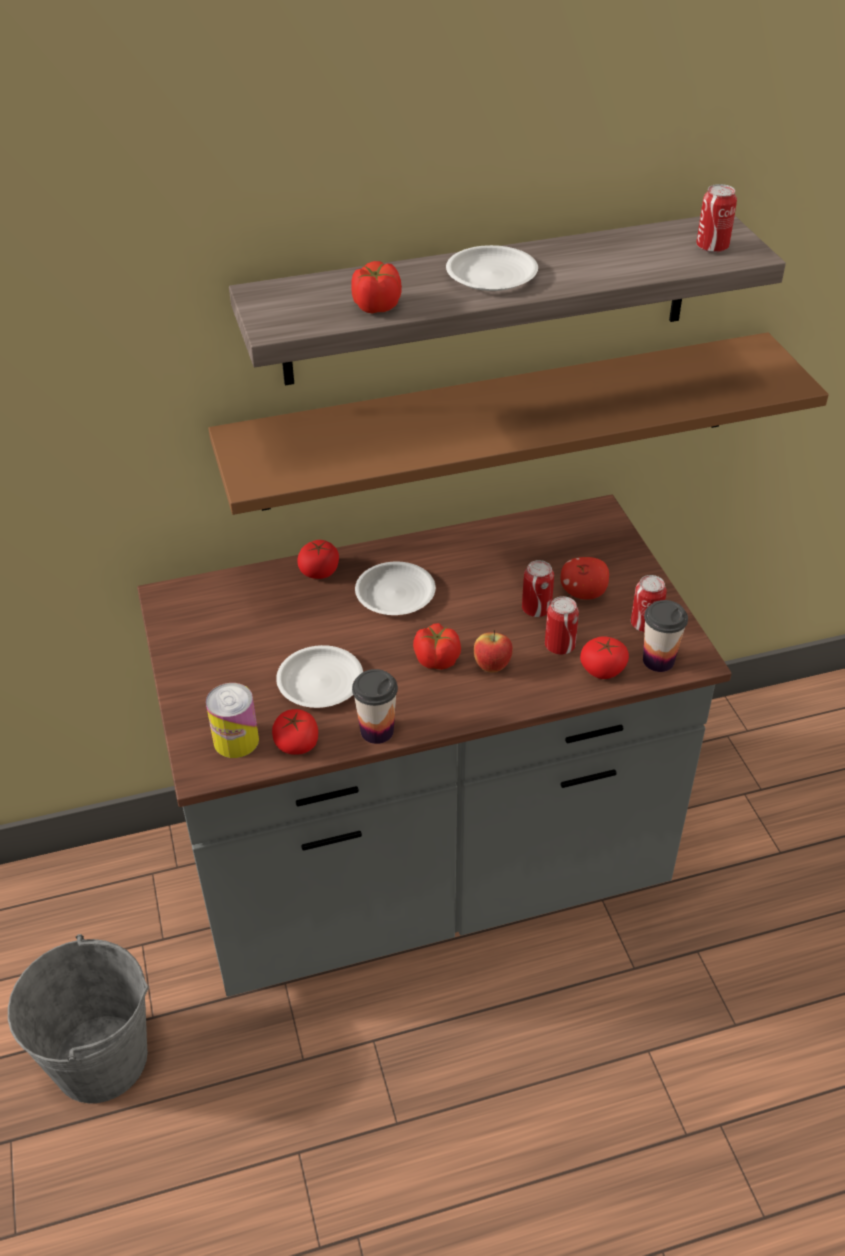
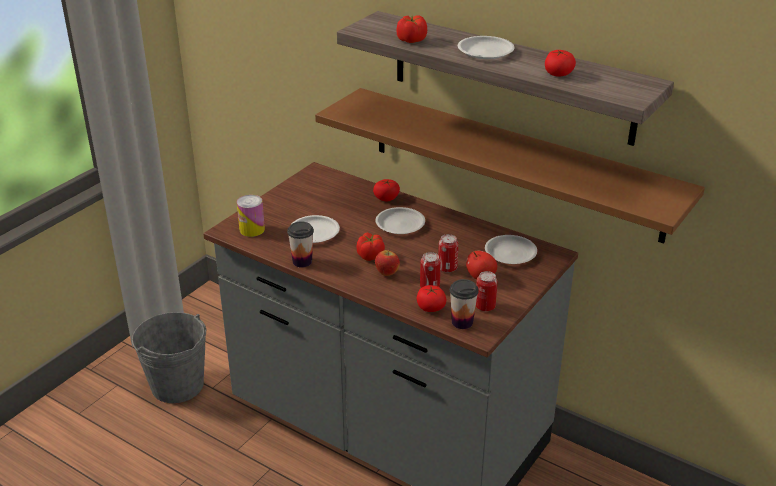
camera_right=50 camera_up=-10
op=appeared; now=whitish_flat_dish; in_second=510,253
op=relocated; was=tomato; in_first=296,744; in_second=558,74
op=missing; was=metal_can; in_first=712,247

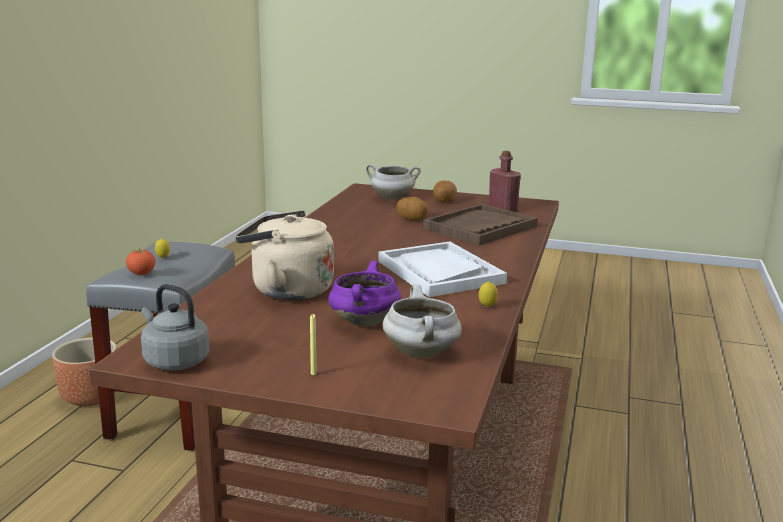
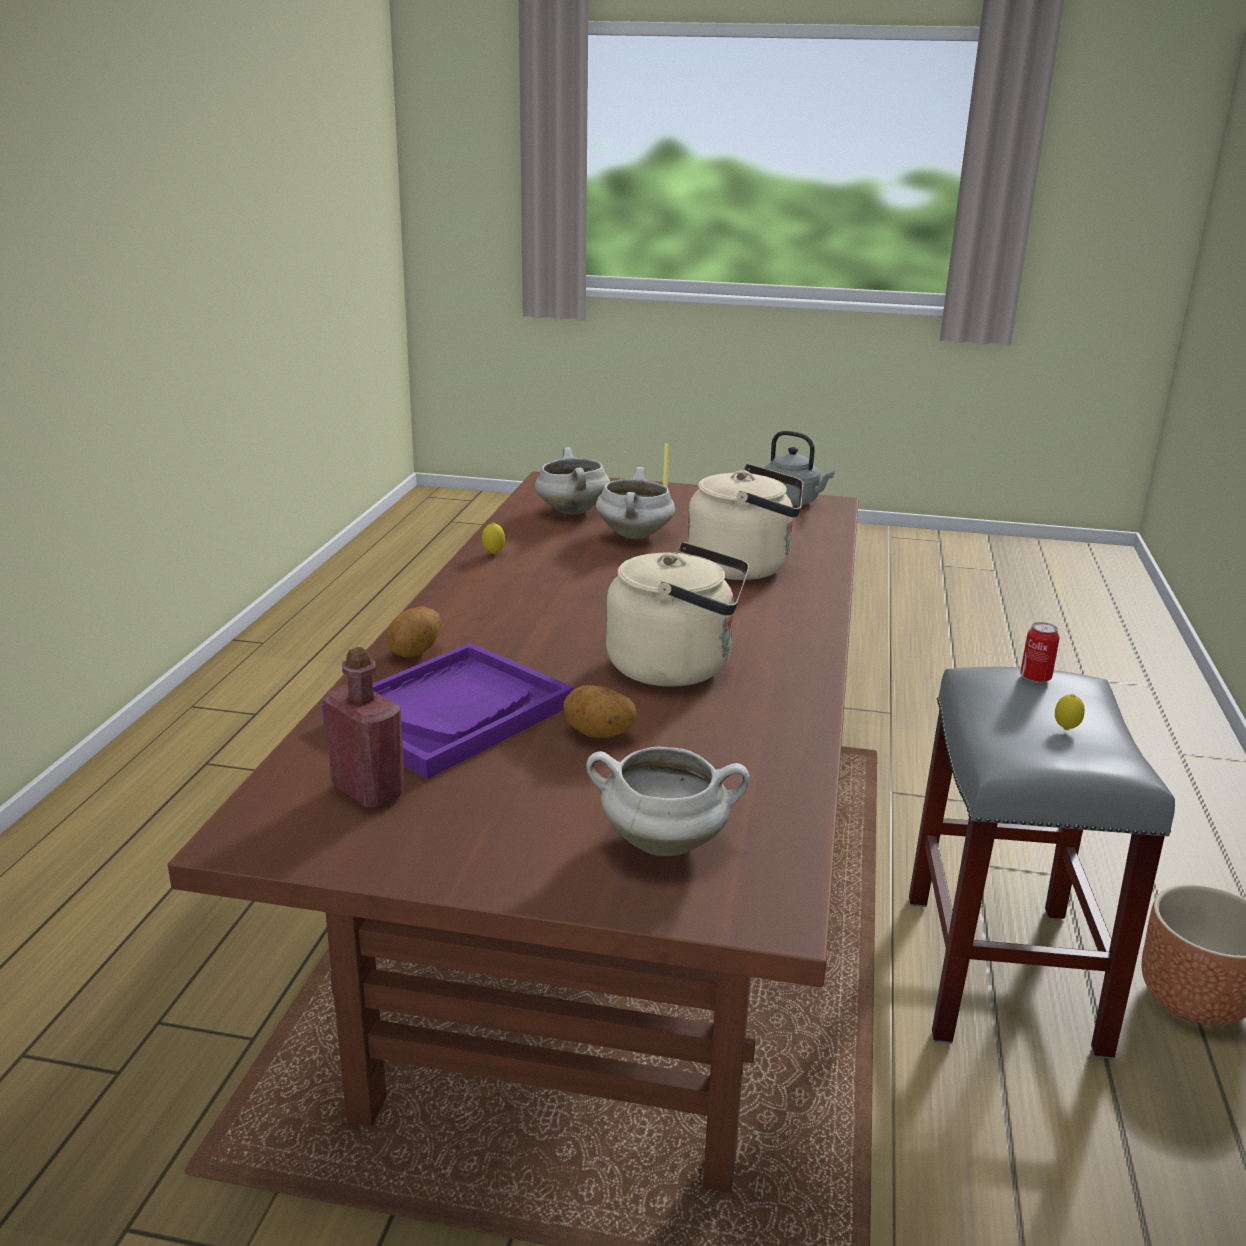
camera_right=175 camera_up=5
op=colour; was=brownish_carrying_tray; now=purplish_carrying_tray; in_first=480,227; in_second=451,712
op=relocated; was=potato; in_first=444,202; in_second=416,652
op=colour; was=purplish_saucepot; now=whitish_saucepot; in_first=364,321; in_second=635,535
op=appeared; now=sand-coloured_tea_kettle; in_second=677,667
op=exchanged; was=tomato; now=metal_can; in_first=141,274; in_second=1035,677
op=missing; was=whitish_carrying_tray; in_first=439,272

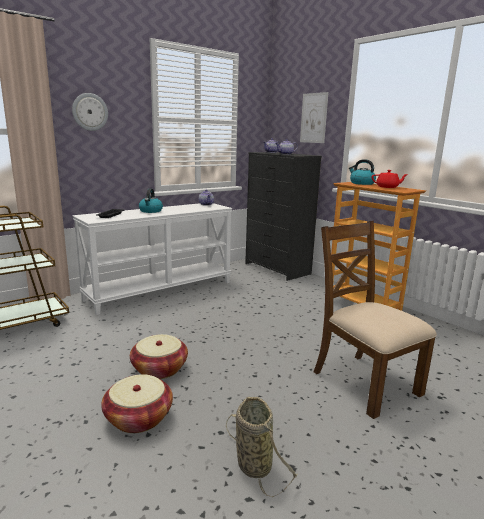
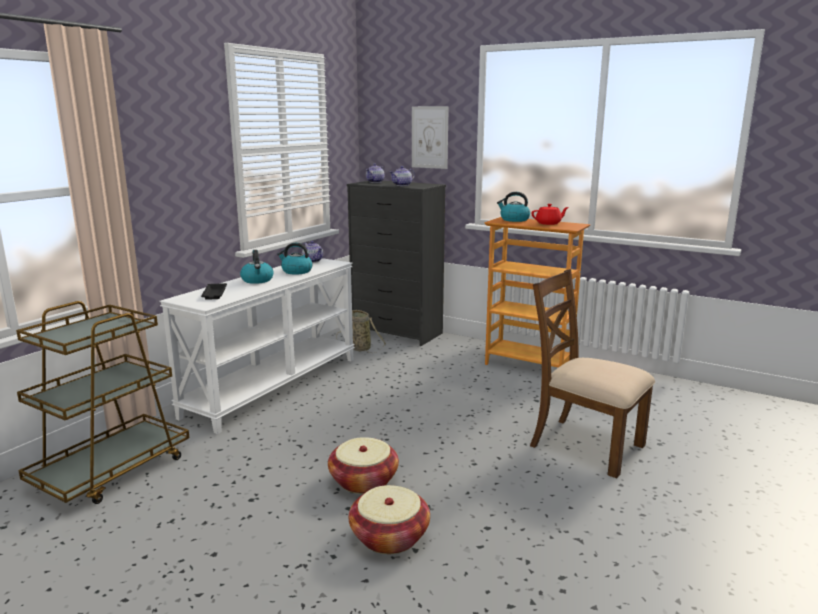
camera_right=-20 camera_up=0
op=appeared; now=tea_kettle; in_second=296,271
op=relocated; was=basket; in_first=252,463; in_second=359,348
op=missing; was=wall_clock; in_first=90,112

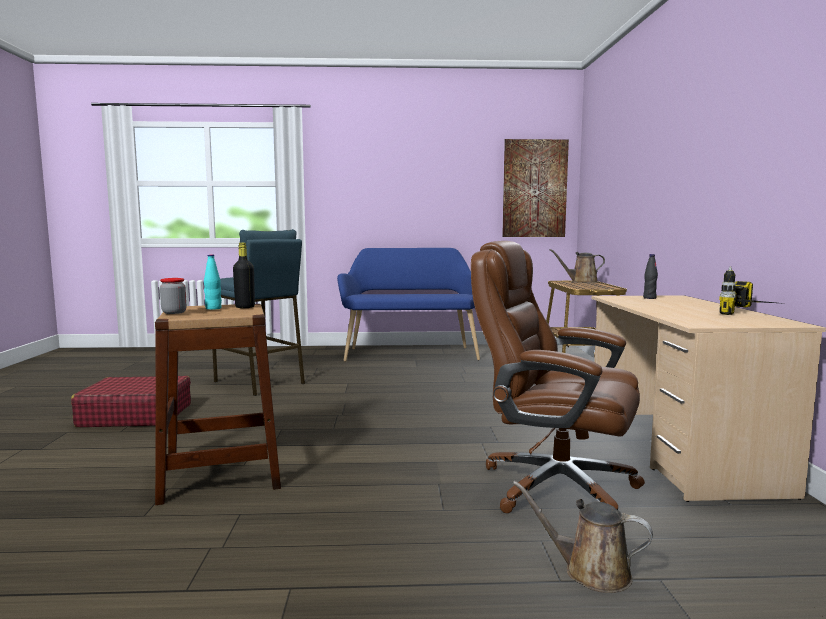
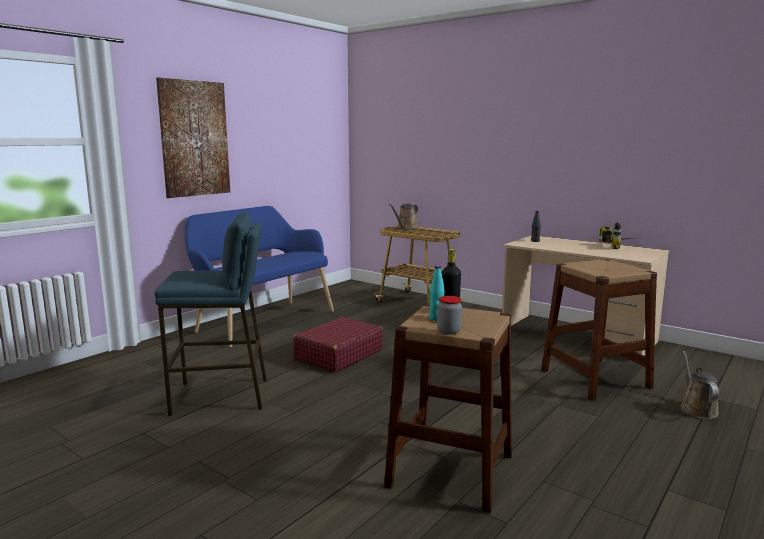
camera_right=-50 camera_up=5
op=relocated; was=picture; in_first=534,188; in_second=194,139
op=relocated; was=reddish_travel_case; in_first=135,415; in_second=338,355
op=exchanged; was=brownish_desk_chair; now=brownish_stool_seat; in_first=554,486; in_second=595,379
op=spun; was=brownish_watering_can; in_first=590,572; in_second=697,409; clockwise=120

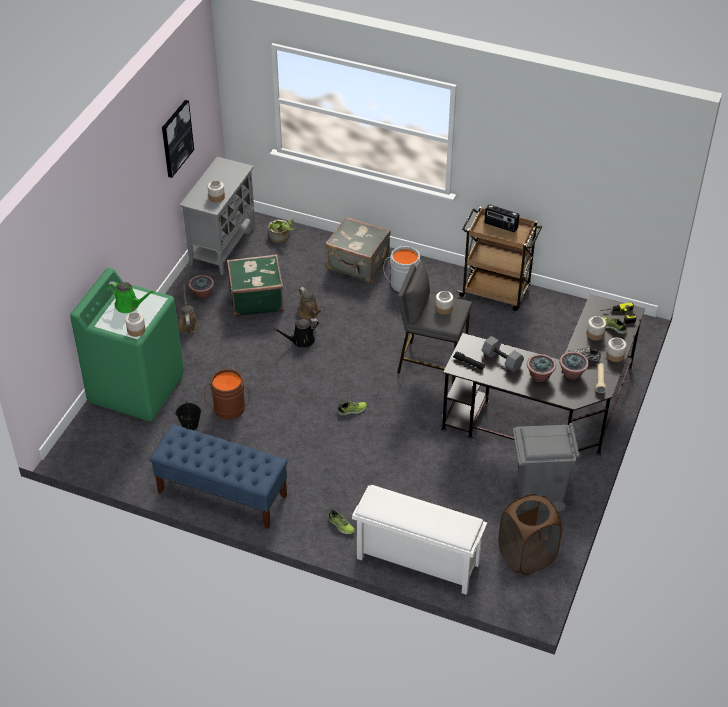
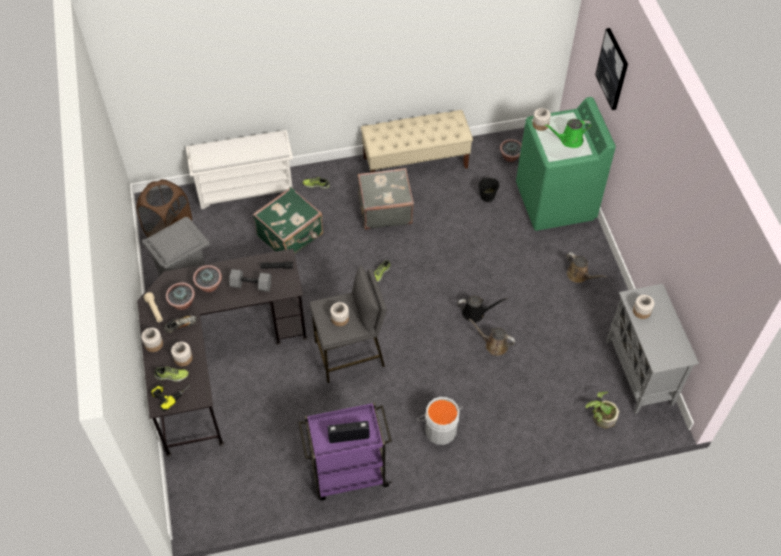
camera_right=145 camera_up=10
op=relocated; was=green-coloured_travel_case; in_first=255,298; in_second=291,236
op=colour; was=brownish_wheeled_cart; now=purplish_wheeled_cart; in_first=496,292; in_second=347,474
op=relocated; was=greyish_travel_case; in_first=358,264; in_second=384,209
op=colour; was=blue_indoor_bench; now=sand-coloured_indoor_bench; in_first=222,494; in_second=415,162
op=spun; was=black-coloured_watering_can; in_first=301,341; in_second=475,313; clockwise=60
op=relocated; was=plant_in_a_pot; in_first=202,294; in_second=510,157
op=relocated; was=picture; in_first=176,138; in_second=613,69
op=missing; was=brownish_pail; in_first=229,409

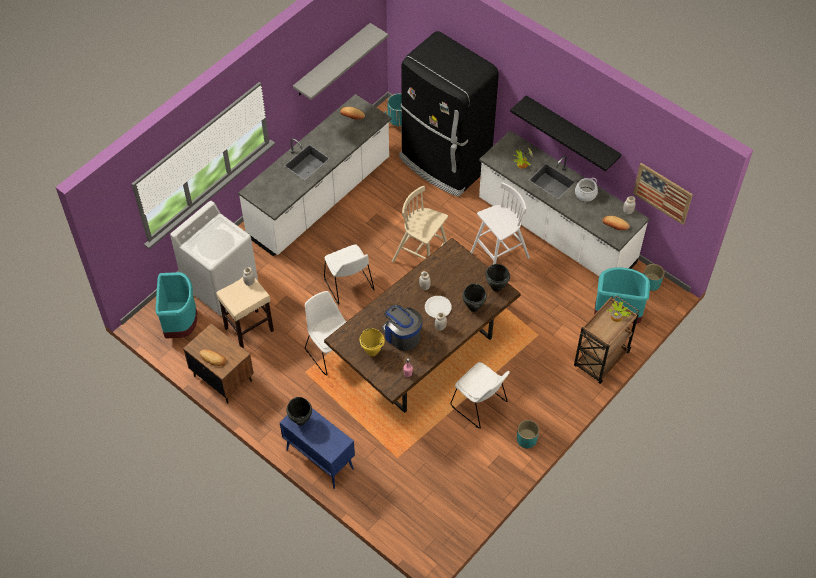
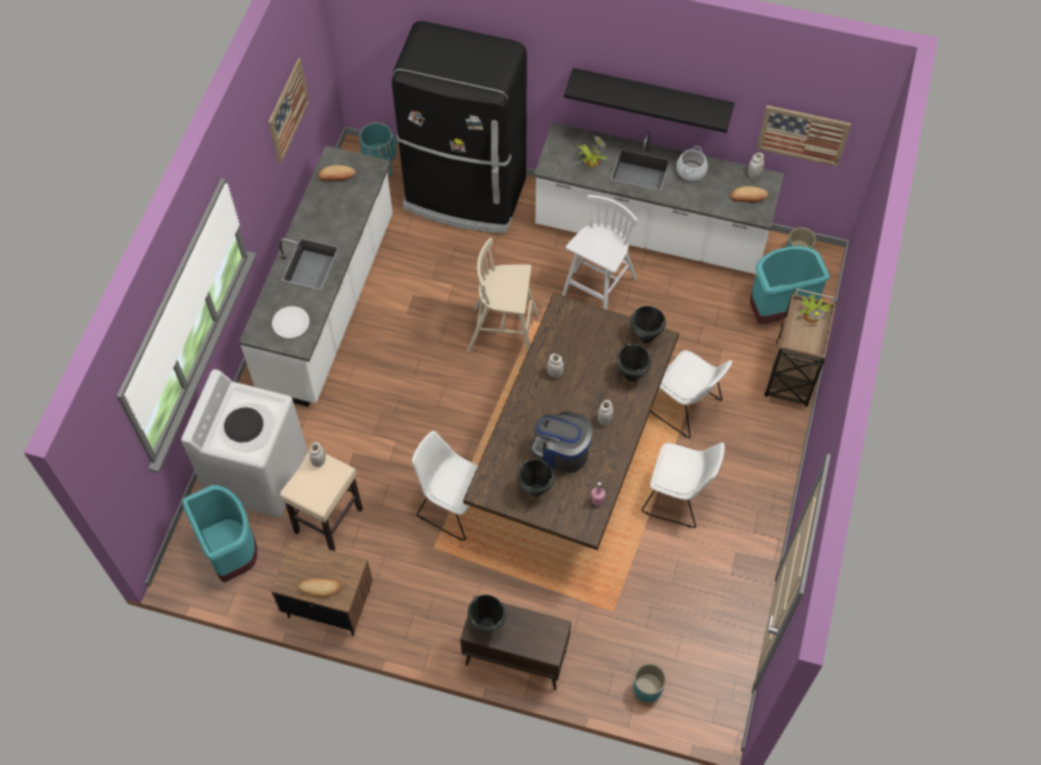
camera_right=-25 camera_up=5
op=appeared; now=black-coloured_flat_dish; in_second=244,425
op=exchanged; was=greyish_wall_shelf; now=picture; in_first=332,60; in_second=288,111
op=relocated; was=whitish_flat_dish; in_first=438,307; in_second=291,323
op=colour; was=blue_cupboard; now=brownish_cupboard; in_first=319,459; in_second=515,658
op=colour; was=yellow_saucepot; now=black-coloured_saucepot; in_first=372,352; in_second=535,490
op=relocated; was=turquoise-coloured_plant_pot; in_first=526,439; in_second=647,688
op=relocated; was=whitish_upright_chair; in_first=349,286; in_second=686,407

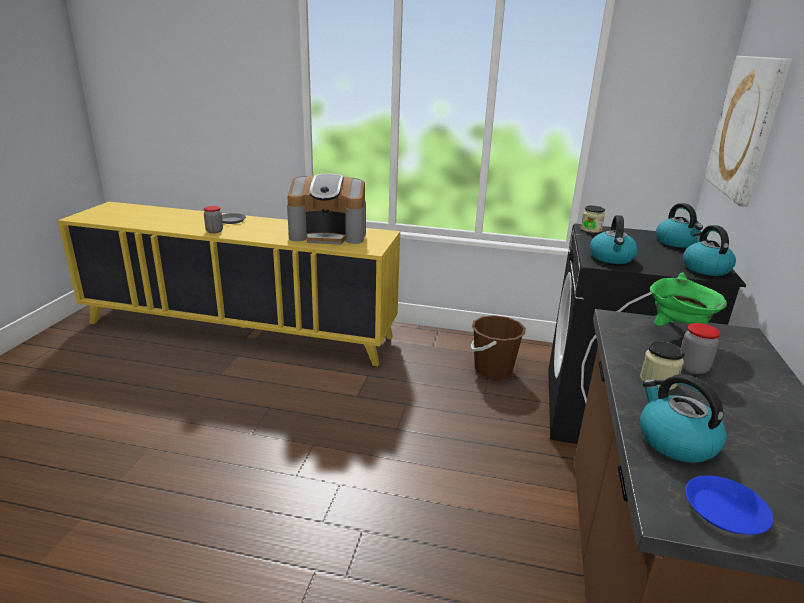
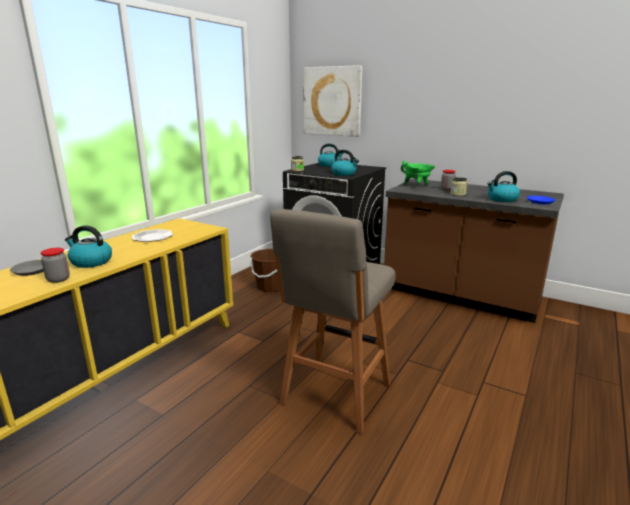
camera_right=-70 camera_up=-5
op=relocated; was=tea_kettle; in_first=705,268; in_second=90,262
op=exchanged; was=coffee_brewer; now=flat_dish; in_first=329,234; in_second=152,237
op=appeared; now=greyish_stool_seat; in_second=334,396

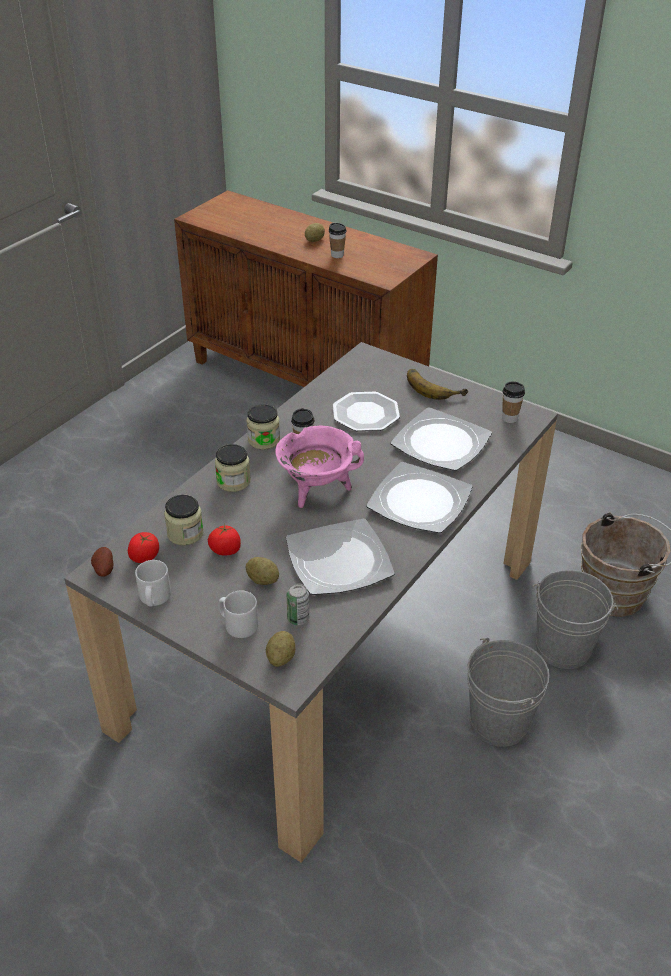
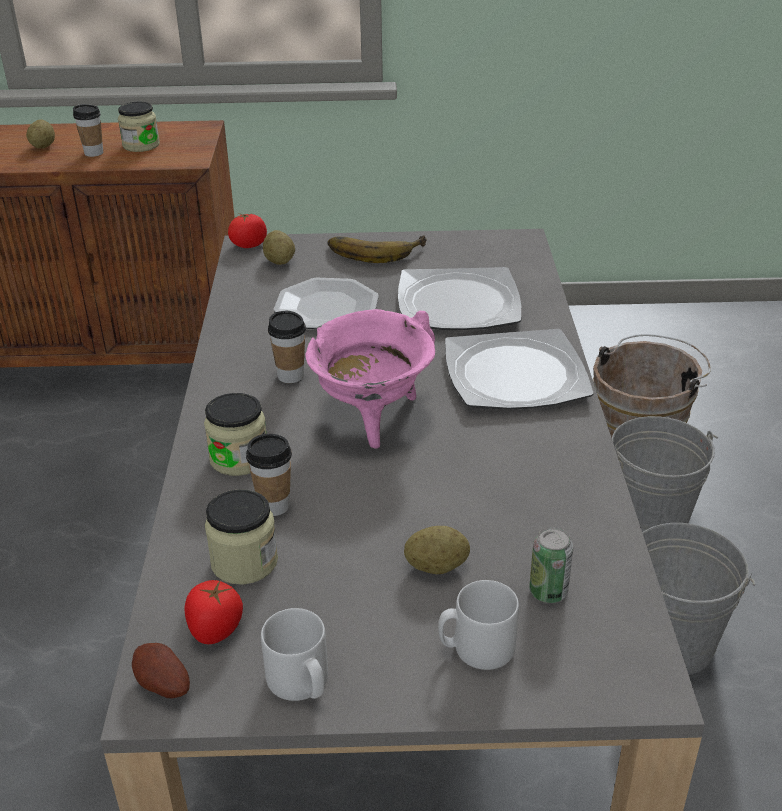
camera_right=-35 camera_up=-5
op=relocated; was=jar; in_first=264,440; in_second=141,145
op=relocated; was=tomato; in_first=226,550; in_second=248,245
op=relocated; was=small_cup; in_first=509,418; in_second=274,506
op=relocated; was=potato; in_first=281,658; in_second=279,261
op=missing; was=flat_dish; in_first=340,561

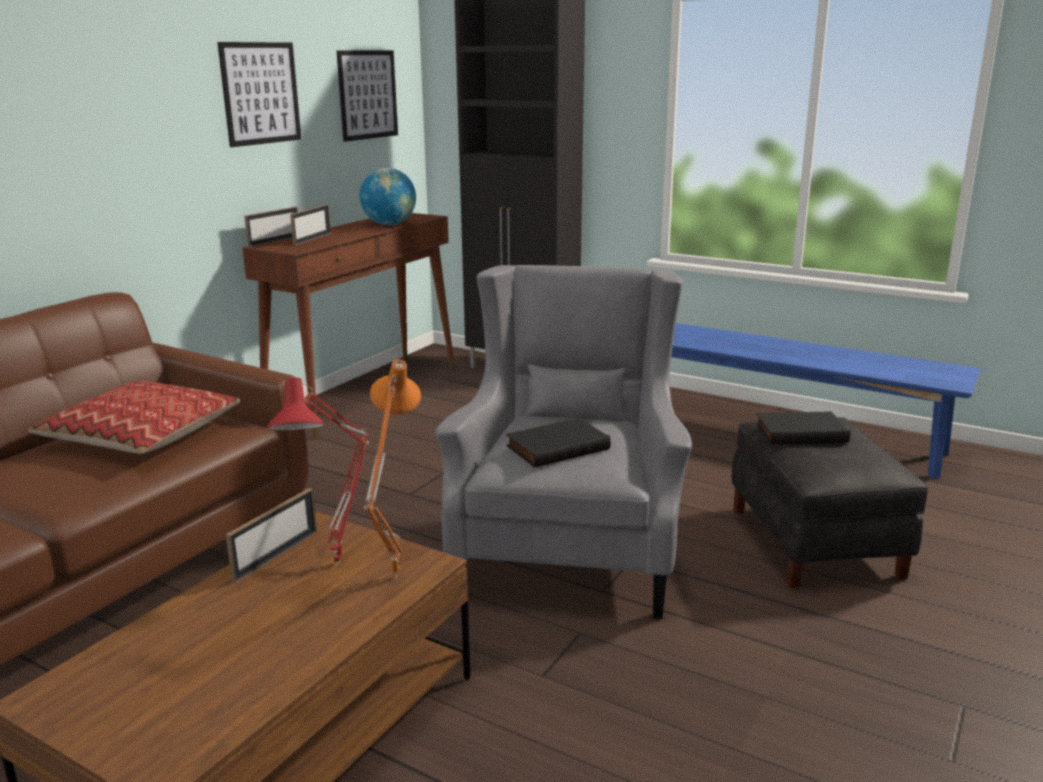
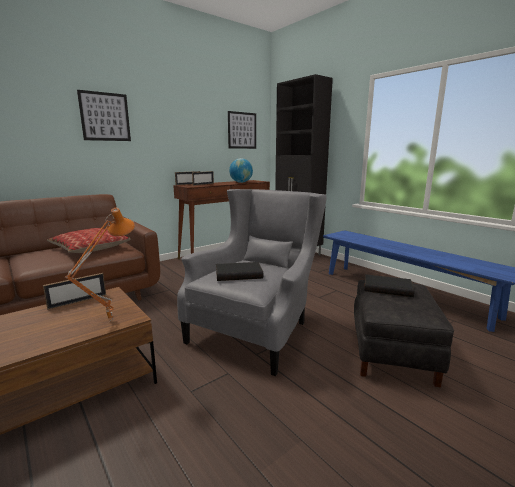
camera_right=20 camera_up=-5
op=relocated; was=picture; in_first=261,93; in_second=105,117
op=missing; was=reddish_lamp_for_a_table; in_first=341,565

